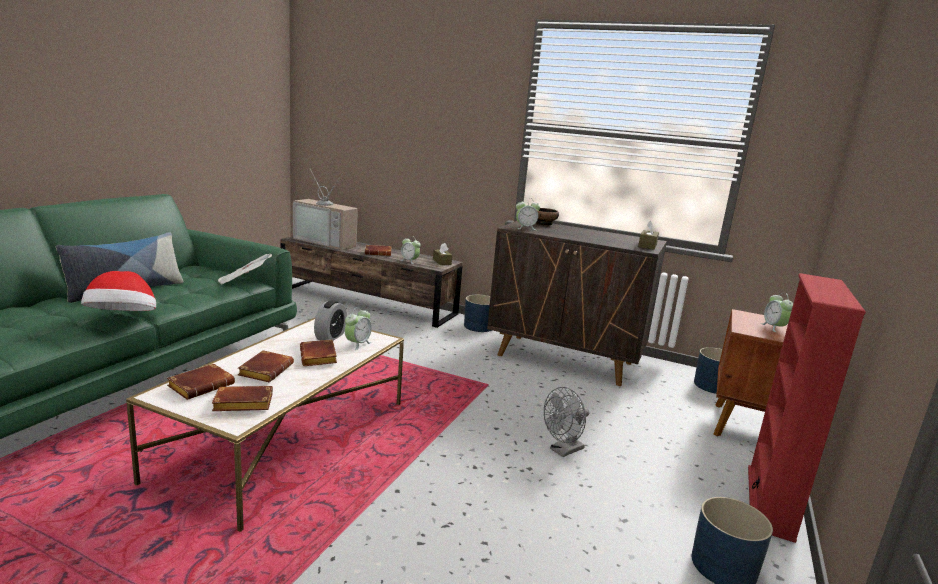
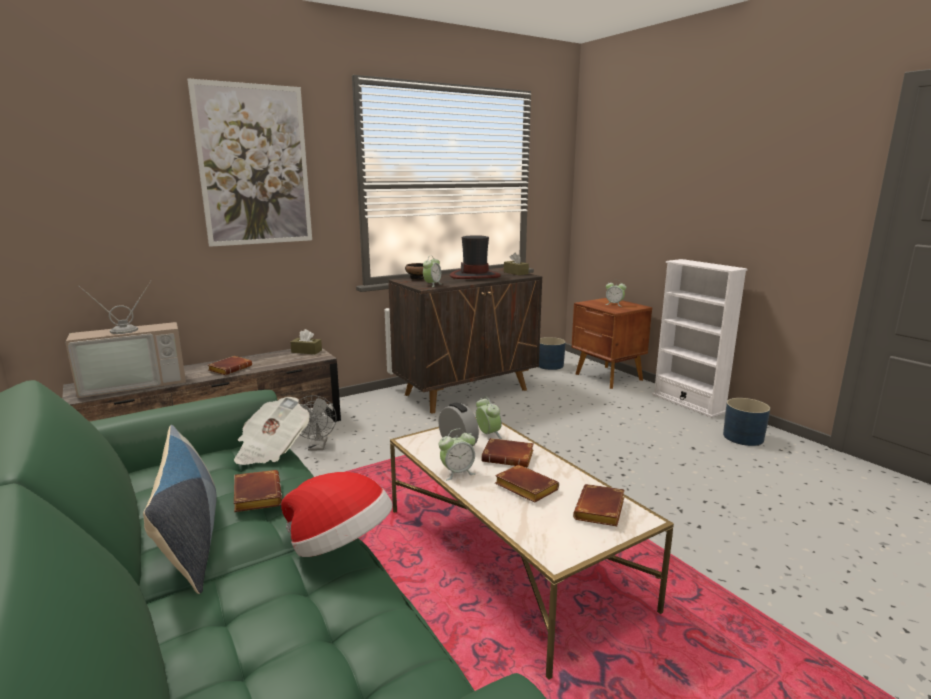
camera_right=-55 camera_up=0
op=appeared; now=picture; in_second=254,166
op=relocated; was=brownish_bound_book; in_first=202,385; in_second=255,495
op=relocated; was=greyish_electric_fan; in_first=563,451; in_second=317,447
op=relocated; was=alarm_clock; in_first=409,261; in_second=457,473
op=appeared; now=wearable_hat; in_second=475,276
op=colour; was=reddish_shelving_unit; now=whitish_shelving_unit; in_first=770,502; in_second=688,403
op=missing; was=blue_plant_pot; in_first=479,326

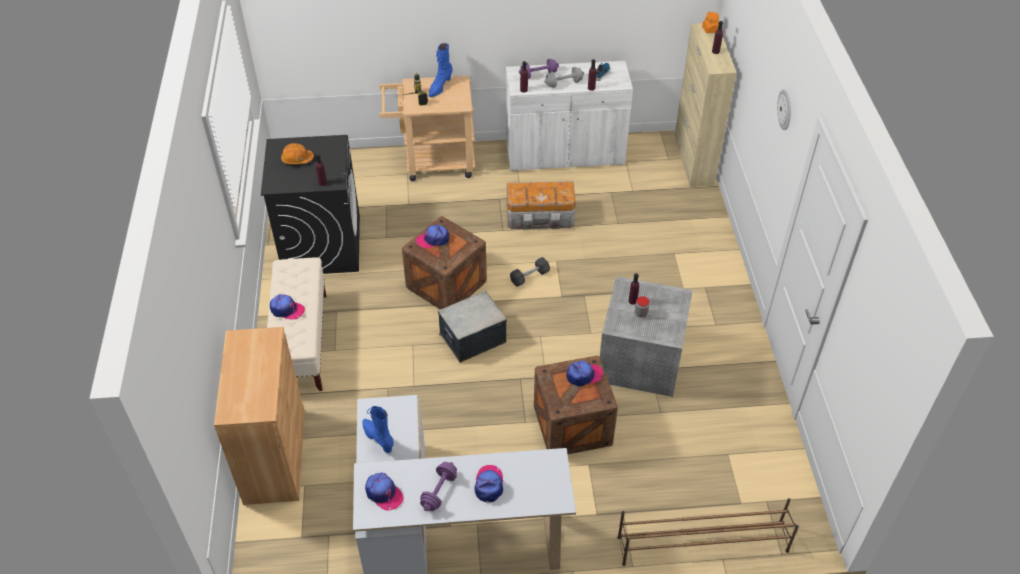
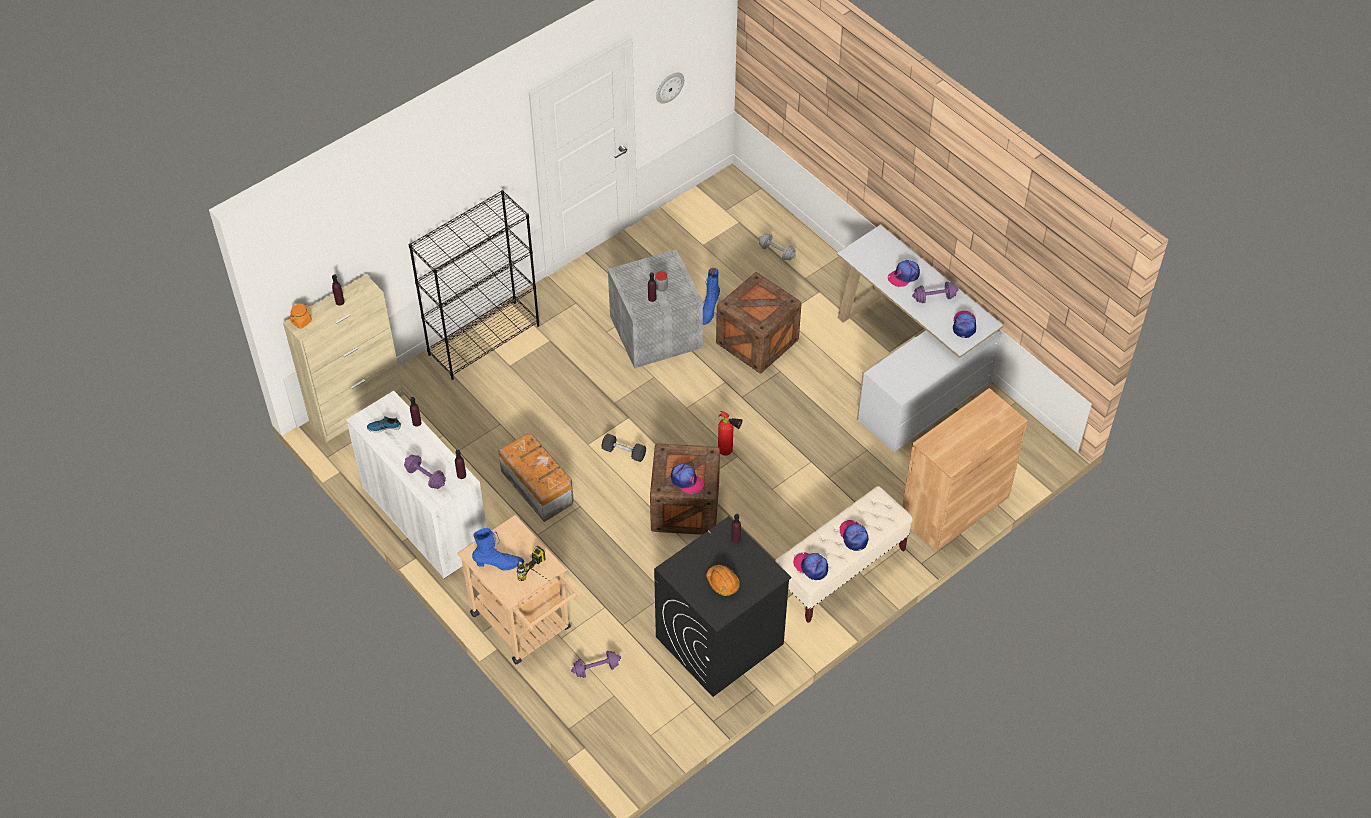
camera_right=-125 camera_up=5
op=appeared; now=black-coloured_shelving_unit; in_second=484,339
op=appeared; now=purplish_free_weight; in_second=596,668
op=relocated; was=wall_clock; in_first=785,109; in_second=669,87
op=relocated; was=blue_boot; in_first=378,438; in_second=709,310
op=exchanged; was=storage_container; now=fire_extinguisher; in_first=472,338; in_second=728,452
op=relocated; was=greyish_free_weight; in_first=563,83; in_second=776,252
op=relocated; was=cap; in_first=583,375; in_second=811,567
op=missing; was=brownish_shoe_rack; in_first=701,544

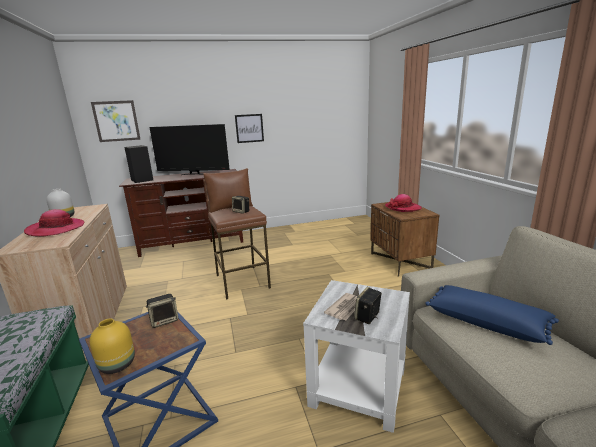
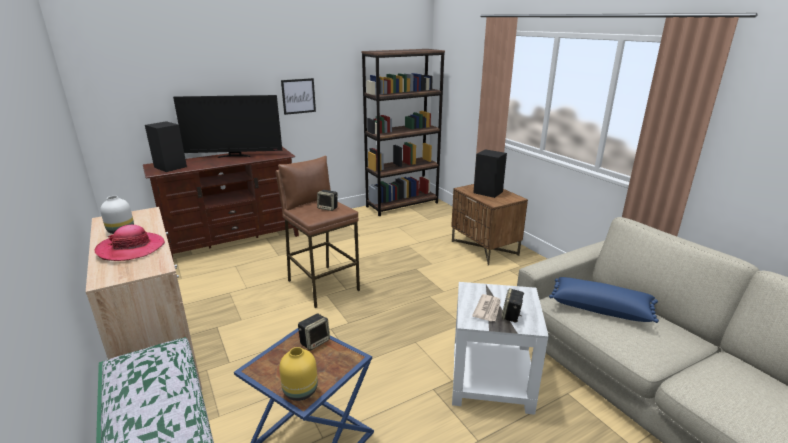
camera_right=-15 camera_up=5
op=appeared; now=brownish_shelving_unit; in_second=402,205
op=exchanged; was=wearable_hat; now=black-coloured_speaker; in_first=402,208; in_second=488,192
op=missing; was=picture; in_first=116,121

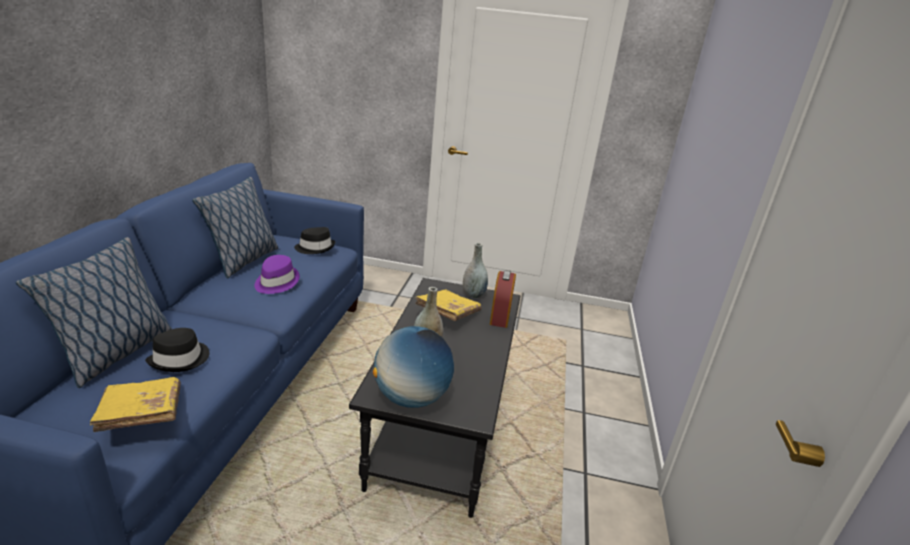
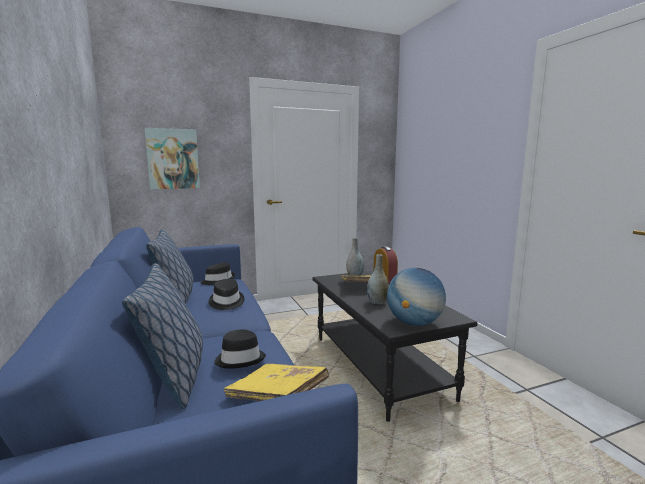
camera_right=-30 camera_up=-15
op=appeared; now=picture; in_second=173,159
op=colour; was=purplish_wearable_hat; now=black-coloured_wearable_hat; in_first=276,282; in_second=226,302

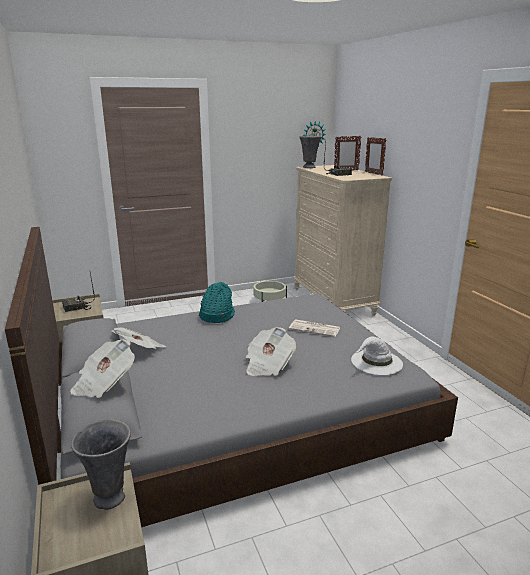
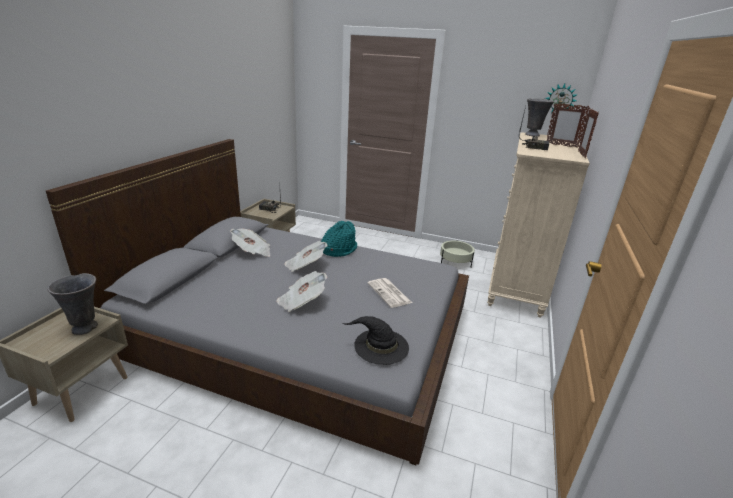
camera_right=40 camera_up=5
op=relocated; was=daily_paper; in_first=104,383; in_second=305,266
op=colour; was=whitish_wearable_hat; now=black-coloured_wearable_hat; in_first=376,362; in_second=380,346

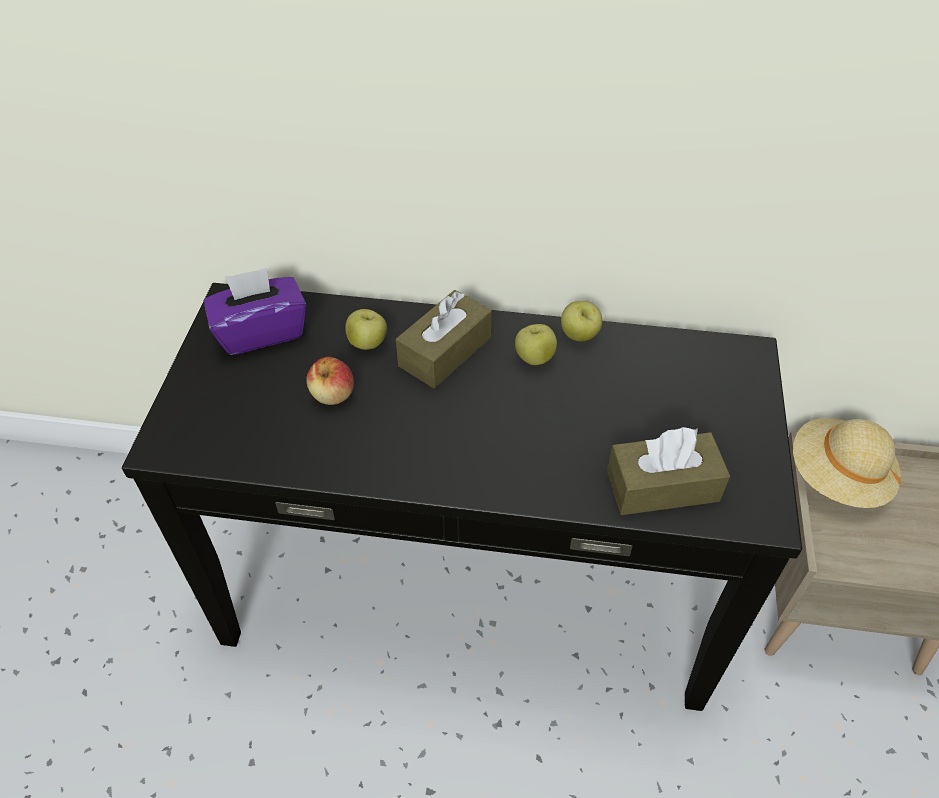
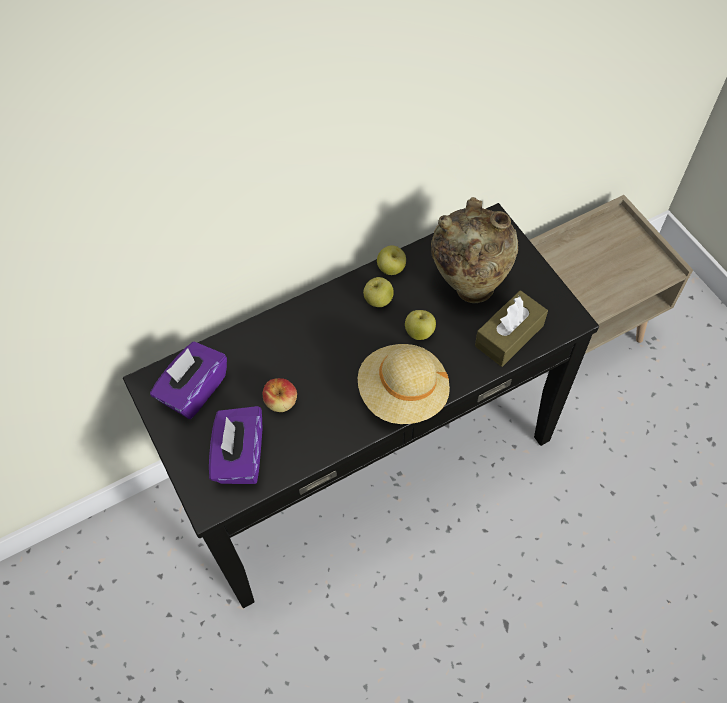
camera_right=-35 camera_up=10
op=appeared; now=purplish_tissue_holder; in_second=240,456
op=relocated; was=sand-coloured_wearable_hat; in_first=837,477; in_second=403,394
op=relocated; was=apple; in_first=368,343; in_second=419,332
op=appeared; now=sand-coloured_decorative_vase; in_second=469,285
op=missing; was=brownish_tissue_holder; in_first=445,351

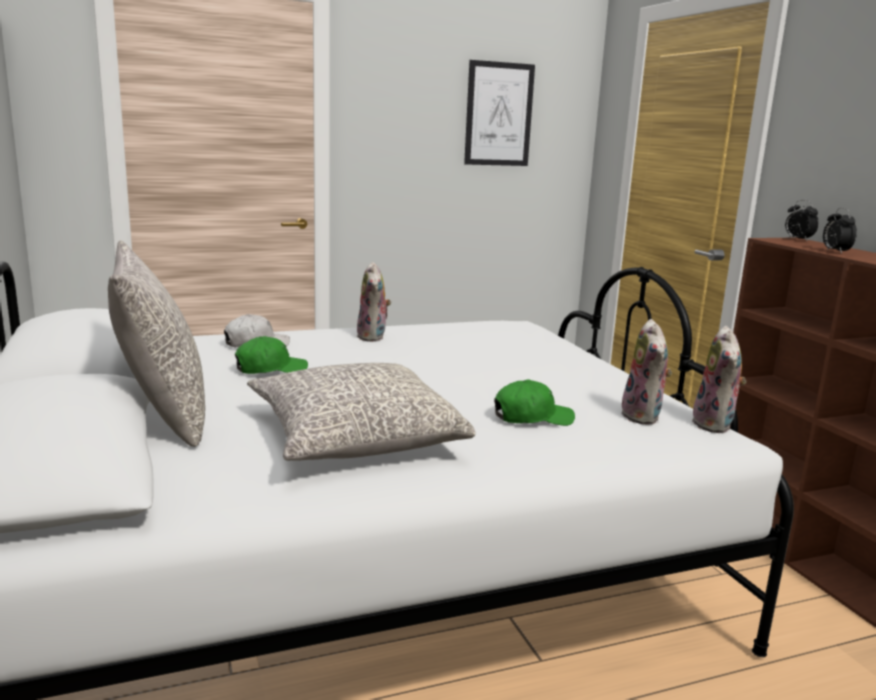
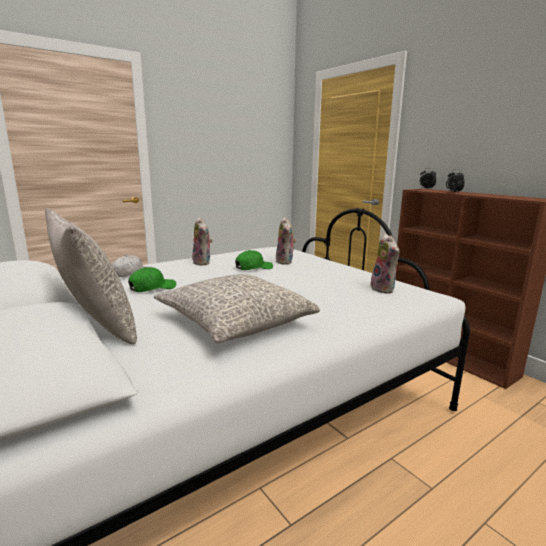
camera_right=-15 camera_up=0
op=relocated; was=green-coloured_cap; in_first=532,418; in_second=253,268
op=relocated; was=soft_toy; in_first=716,425; in_second=285,262
op=missing; was=picture; in_first=499,114

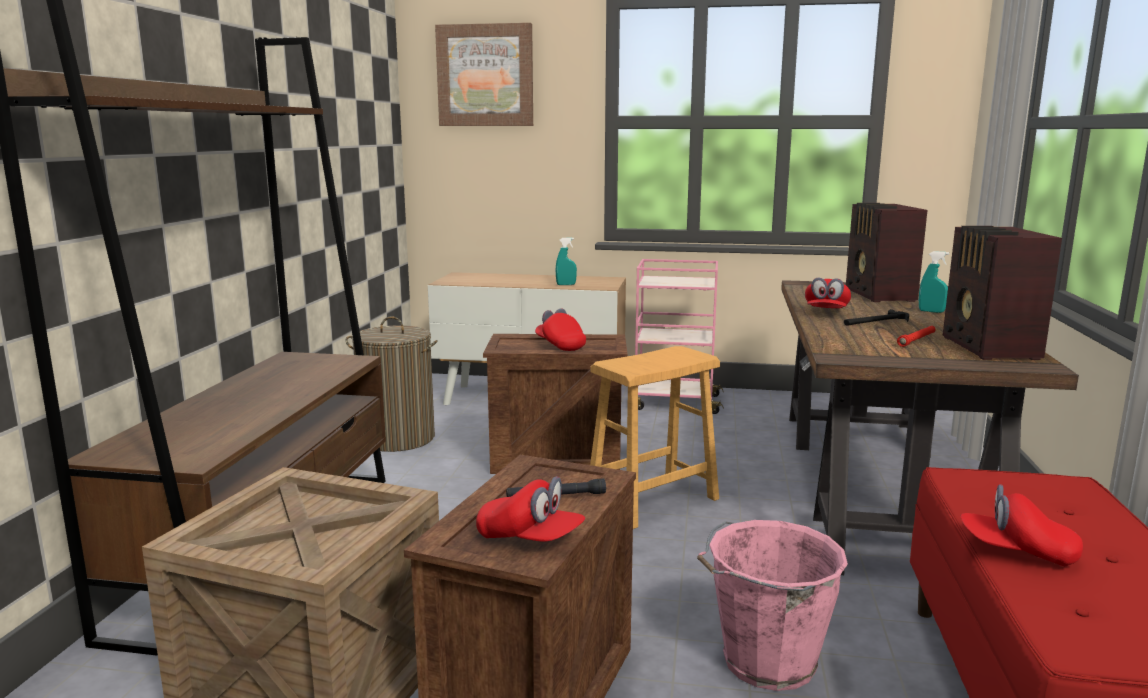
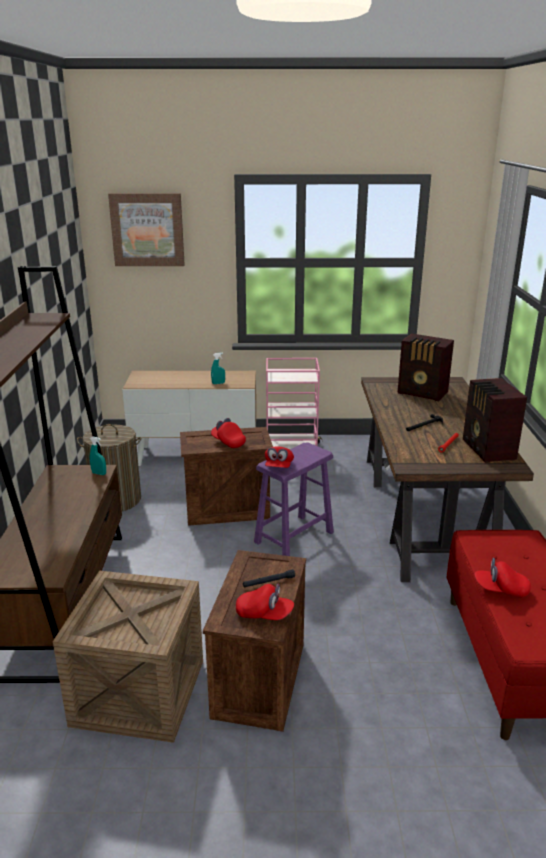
camera_right=-10 camera_up=10
op=relocated; was=turquoise-coloured_hand_sprayer; in_first=931,311; in_second=99,473
op=colour; was=brownish_stool_seat; now=purplish_stool_seat; in_first=652,500; in_second=293,537
op=relocated; was=reddish_cap; in_first=826,313; in_second=278,466
op=spun; was=radio; in_first=879,295; in_second=423,393; clockwise=-45
op=missing; was=pink_pail; in_first=765,663

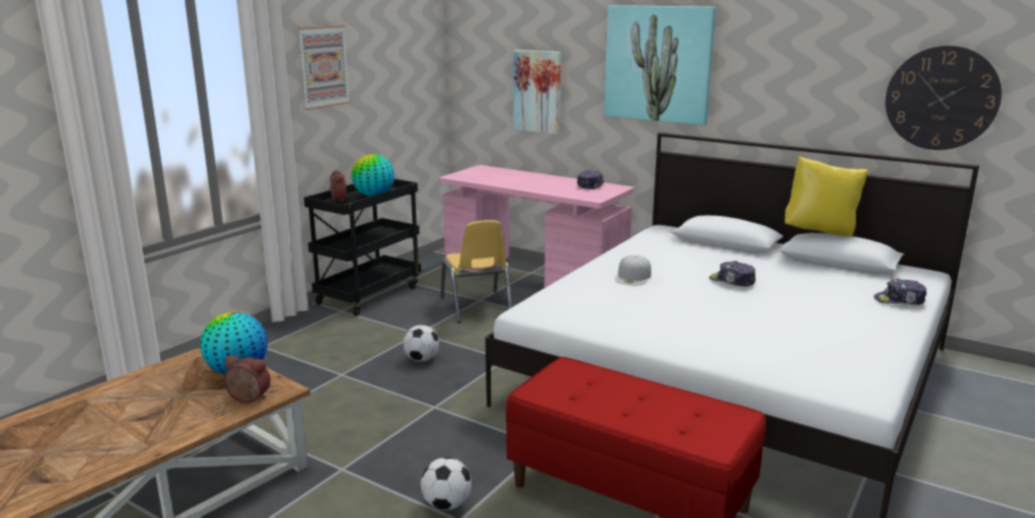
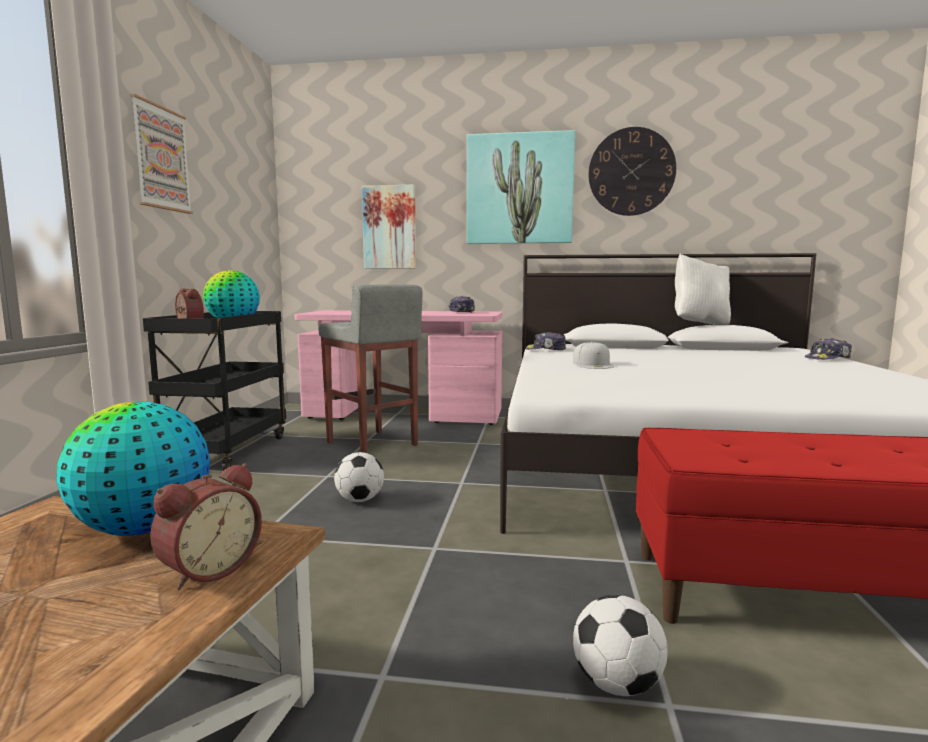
camera_right=-25 camera_up=-10
op=spun; was=alarm_clock; in_first=248,399; in_second=208,569; clockwise=135
op=exchanged; was=yellow_upright_chair; now=greyish_stool_seat; in_first=476,307; in_second=371,444
op=relocated; was=cap; in_first=732,281; in_second=545,350
op=relocated; was=wall_clock; in_first=941,98; in_second=631,172
op=colour; was=yellow_throw_pillow; now=whitish_throw_pillow; in_first=820,232; in_second=700,324

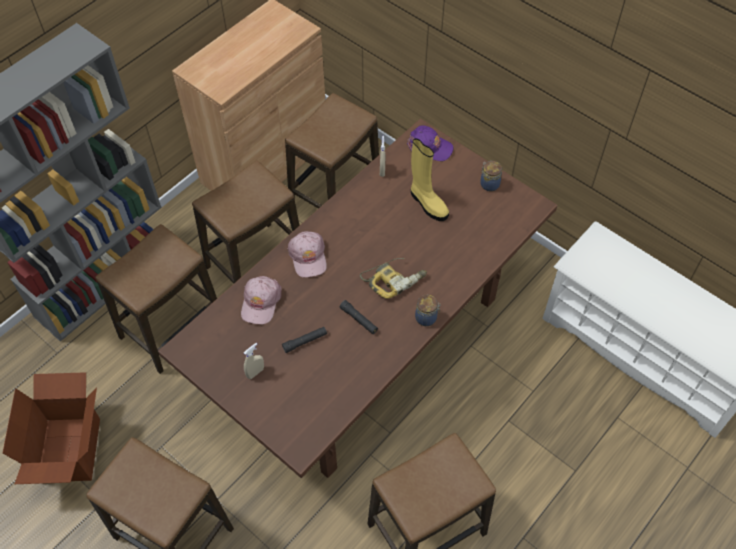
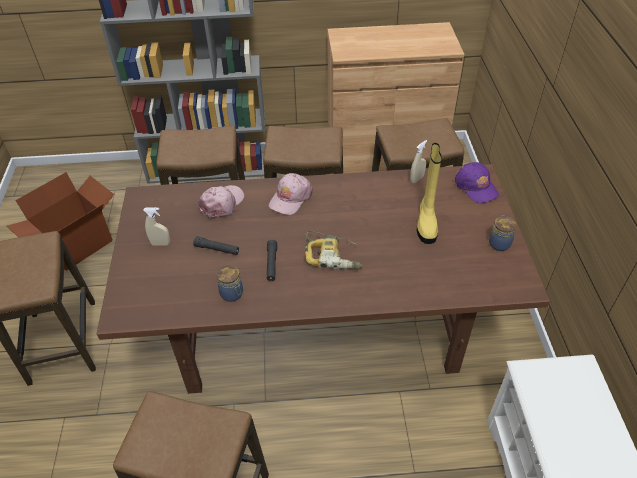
camera_right=45 camera_up=-10
op=spun; was=pink_cap; in_first=260,302; in_second=222,203; clockwise=150
op=relocated; was=jar; in_first=427,318; in_second=232,294

